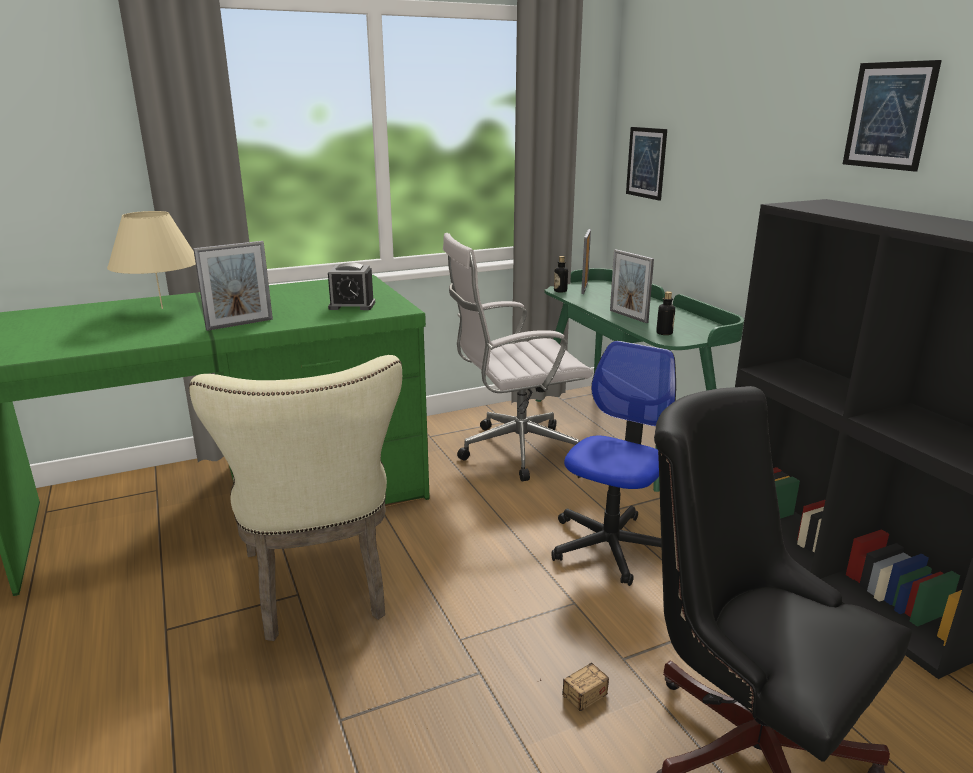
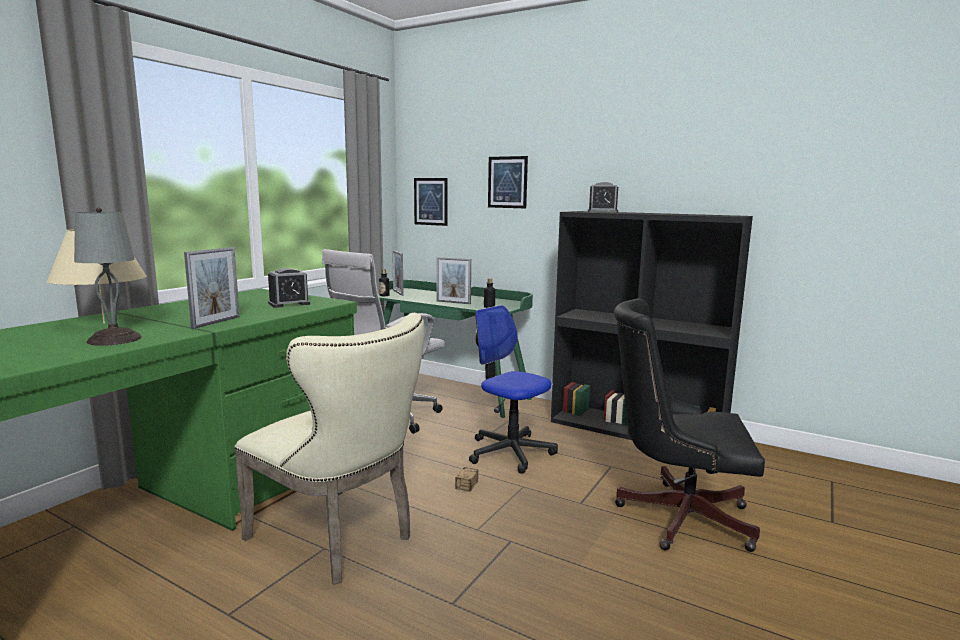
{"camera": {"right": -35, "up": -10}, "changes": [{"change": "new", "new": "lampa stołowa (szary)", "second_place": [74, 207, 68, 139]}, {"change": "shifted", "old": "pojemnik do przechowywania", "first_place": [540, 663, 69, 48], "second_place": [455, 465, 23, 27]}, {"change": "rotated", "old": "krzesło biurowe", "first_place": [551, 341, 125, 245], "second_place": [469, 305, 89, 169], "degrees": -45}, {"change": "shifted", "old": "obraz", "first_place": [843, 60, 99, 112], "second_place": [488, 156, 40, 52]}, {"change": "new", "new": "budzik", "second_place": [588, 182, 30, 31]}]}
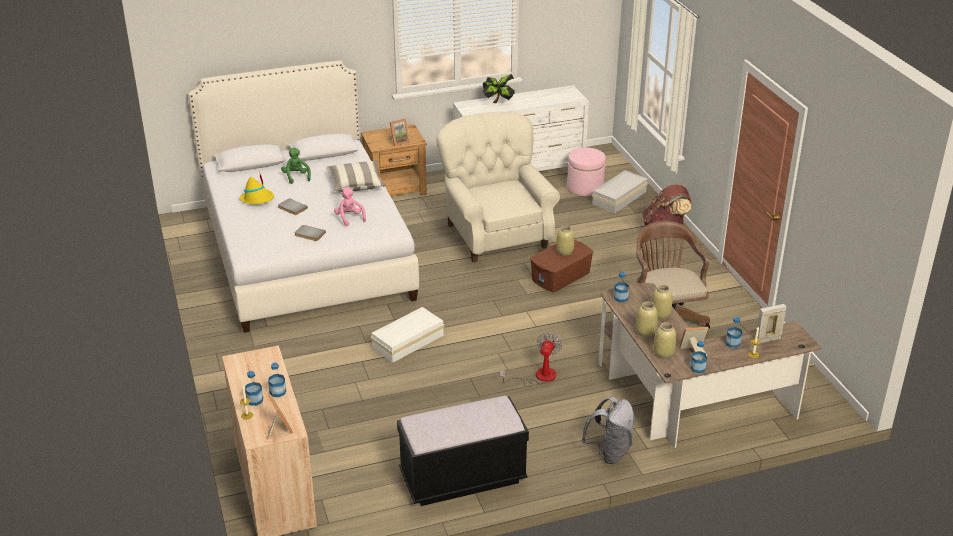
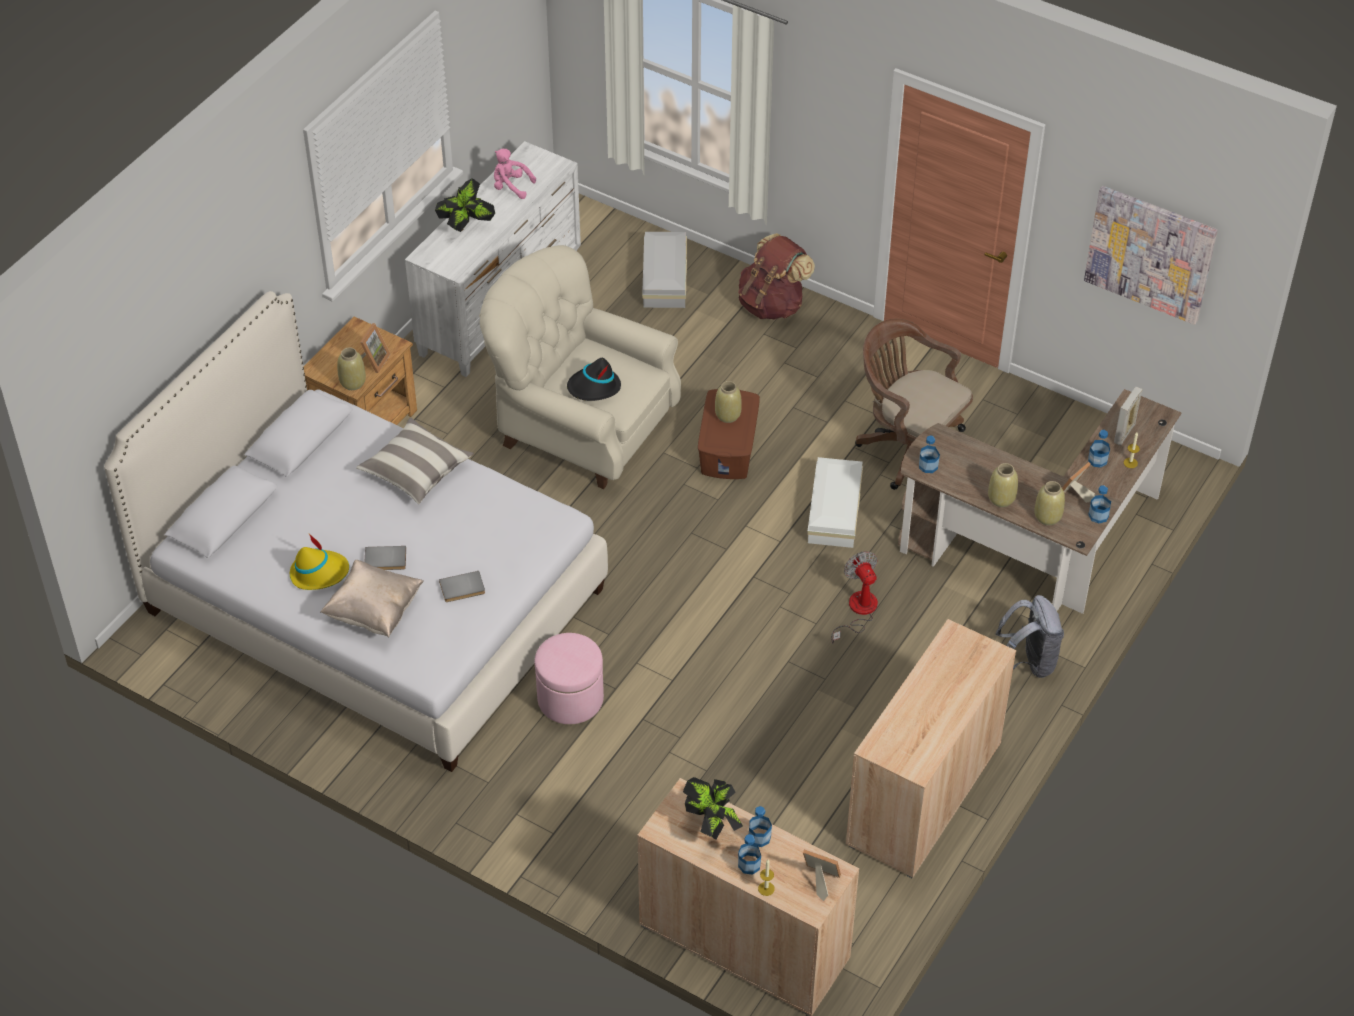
{"camera": {"right": -40, "up": 15}, "changes": [{"change": "new", "new": "poduszka (beżowy)", "second_place": [320, 560, 104, 77]}, {"change": "shifted", "old": "wazon (beżowy)", "first_place": [651, 285, 21, 34], "second_place": [337, 347, 29, 43]}, {"change": "shifted", "old": "pluszak (różowy)", "first_place": [334, 188, 32, 38], "second_place": [494, 149, 42, 50]}, {"change": "shifted", "old": "pufa (różowy)", "first_place": [567, 147, 39, 49], "second_place": [535, 633, 69, 91]}, {"change": "new", "new": "kapelusz (czarny)", "second_place": [567, 358, 54, 43]}, {"change": "new", "new": "roślina doniczkowa", "second_place": [683, 777, 60, 63]}, {"change": "shifted", "old": "pojemnik do przechowywania (biały)", "first_place": [371, 307, 73, 56], "second_place": [807, 457, 56, 91]}, {"change": "swapped", "old": "ławka (czarny)", "new": "szafka (beżowy)", "first_place": [397, 396, 132, 110], "second_place": [846, 619, 170, 259]}, {"change": "new", "new": "obraz", "second_place": [1084, 186, 134, 139]}, {"change": "gone", "old": "pluszak (zielony)", "first_place": [281, 148, 30, 36]}]}
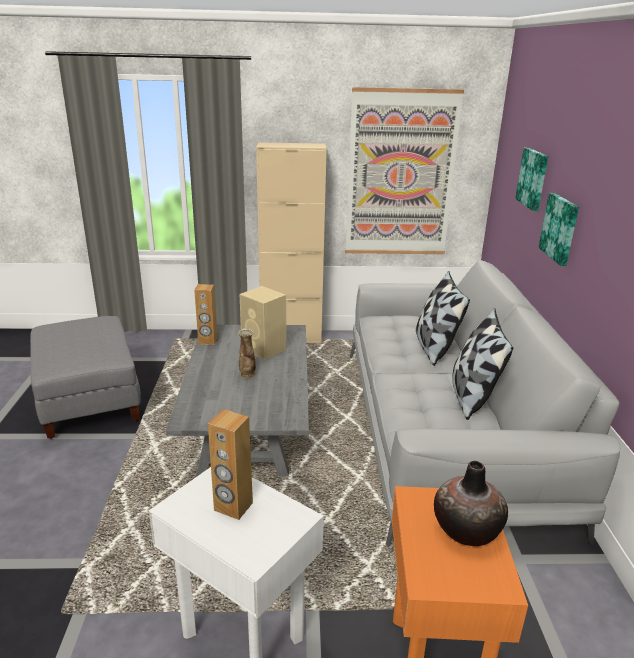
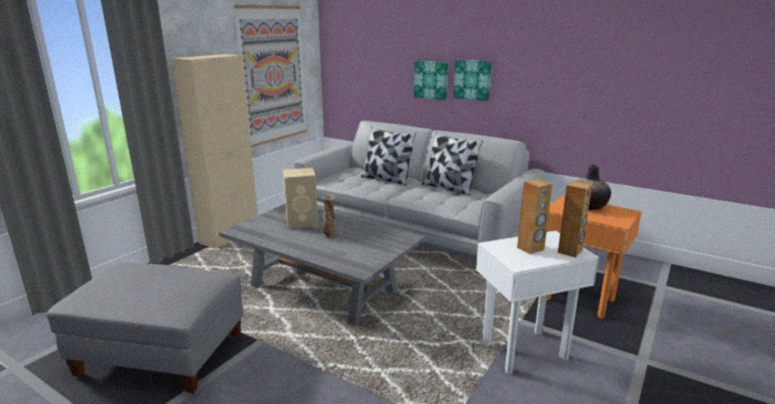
{"camera": {"right": -55, "up": -5}, "changes": [{"change": "shifted", "old": "obraz", "first_place": [515, 148, 33, 63], "second_place": [453, 60, 39, 41]}, {"change": "shifted", "old": "głośnik (brązowy)", "first_place": [194, 284, 23, 61], "second_place": [558, 181, 34, 77]}]}
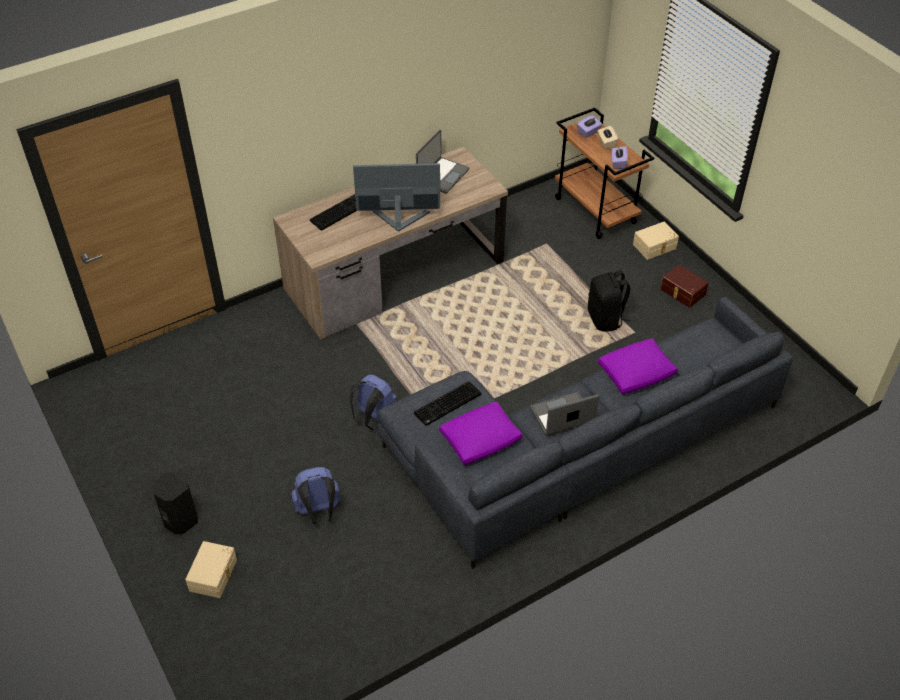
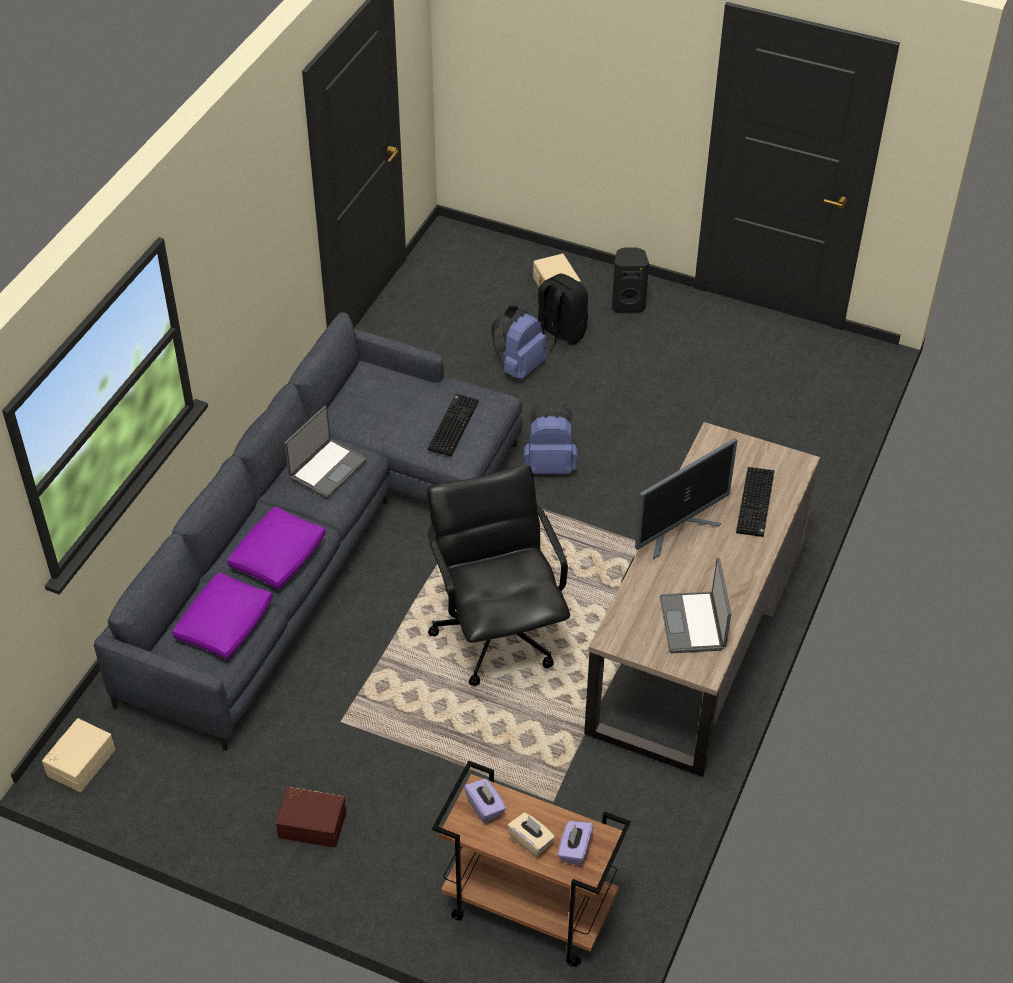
{"camera": {"right": 145, "up": 0}, "changes": [{"change": "shifted", "old": "pojemnik do przechowywania (beżowy)", "first_place": [633, 222, 46, 38], "second_place": [42, 718, 73, 74]}, {"change": "shifted", "old": "poduszka (fioletowy)", "first_place": [439, 402, 84, 63], "second_place": [172, 572, 101, 88]}, {"change": "new", "new": "krzesło biurowe (czarny)", "second_place": [427, 465, 143, 221]}, {"change": "shifted", "old": "plecak (czarny)", "first_place": [588, 270, 43, 62], "second_place": [538, 274, 50, 77]}]}
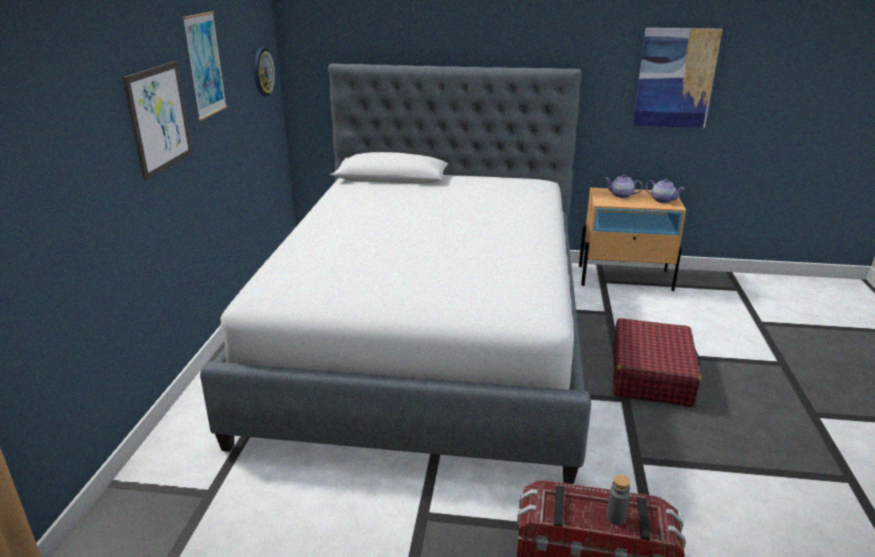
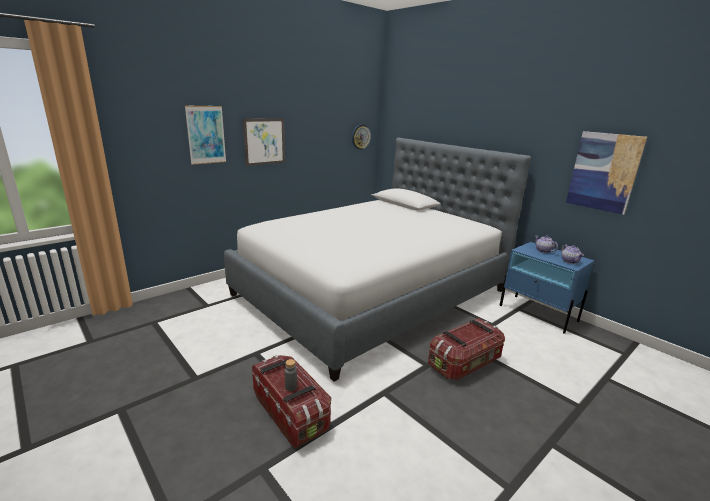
{"camera": {"right": 40, "up": -5}, "changes": [{"change": "shifted", "old": "obraz", "first_place": [182, 11, 45, 110], "second_place": [185, 106, 41, 59]}, {"change": "swapped", "old": "walizka (czerwony)", "new": "pojemnik do przechowywania", "first_place": [613, 318, 88, 89], "second_place": [428, 318, 77, 62]}, {"change": "repainted", "old": "szafka nocna (beżowy)", "new": "szafka nocna (niebieski)", "first_place": [579, 188, 107, 103], "second_place": [500, 242, 95, 92]}]}
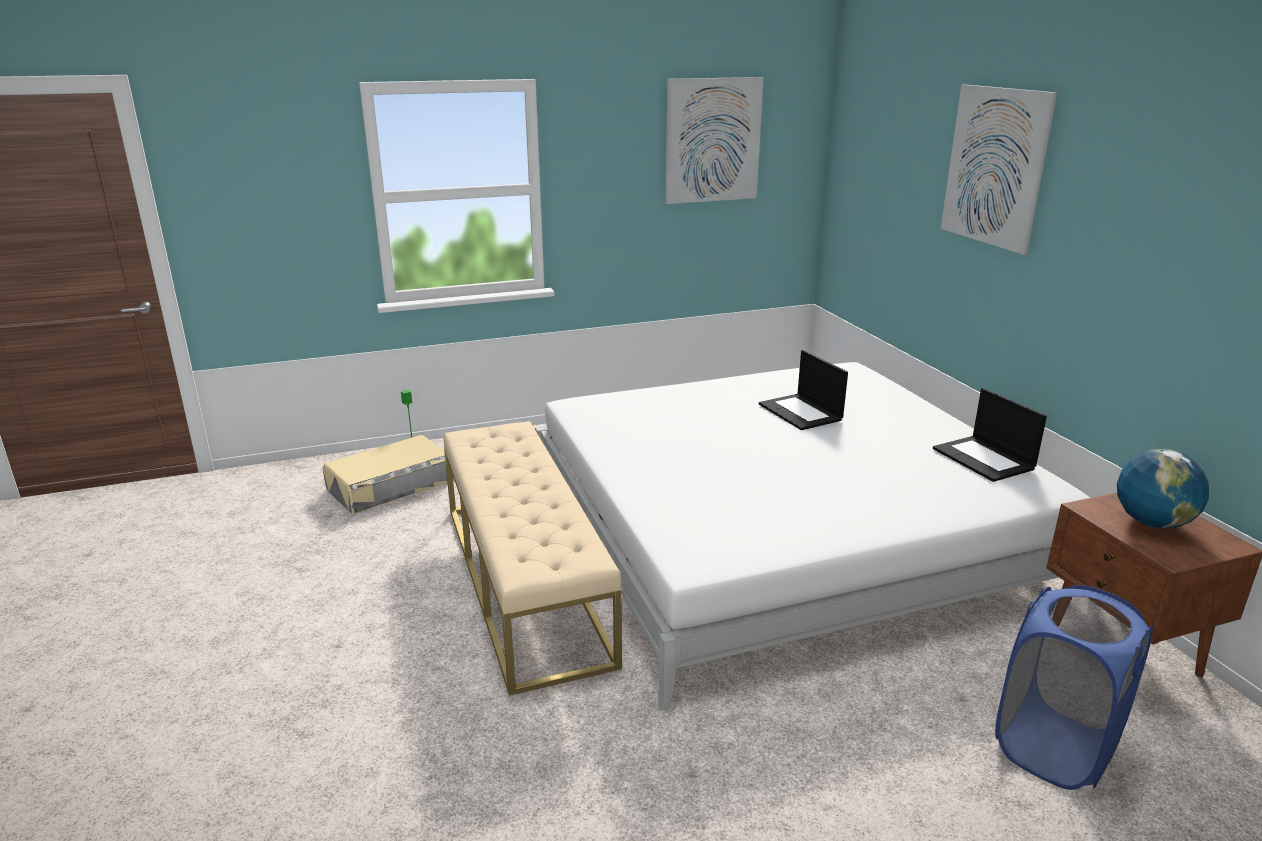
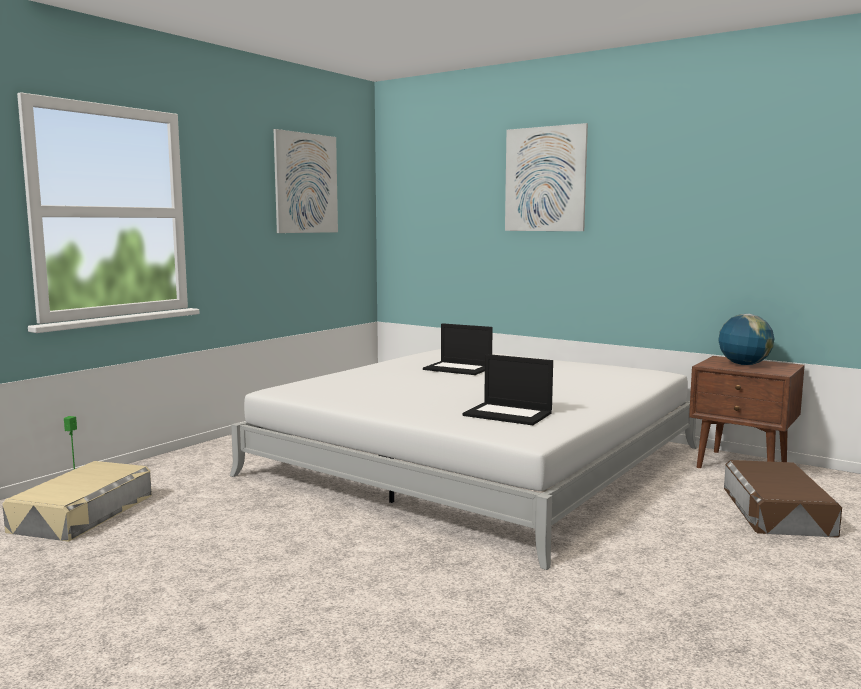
{"camera": {"right": -35, "up": -15}, "changes": [{"change": "shifted", "old": "laptop", "first_place": [933, 388, 114, 94], "second_place": [463, 354, 90, 71]}, {"change": "swapped", "old": "kosz na pranie (niebieski)", "new": "pojemnik do przechowywania (brązowy)", "first_place": [995, 585, 158, 205], "second_place": [724, 460, 118, 78]}, {"change": "gone", "old": "ławka (beżowy)", "first_place": [443, 421, 179, 274]}]}
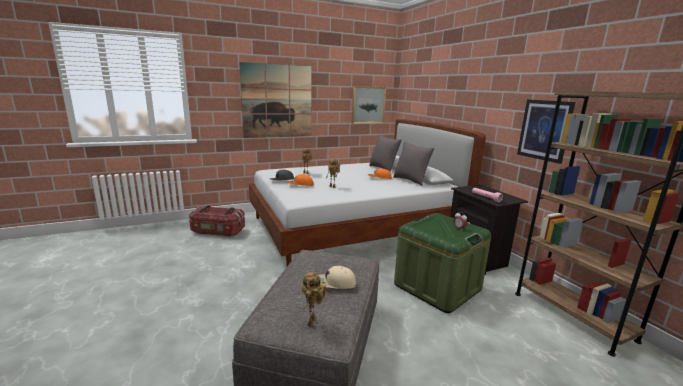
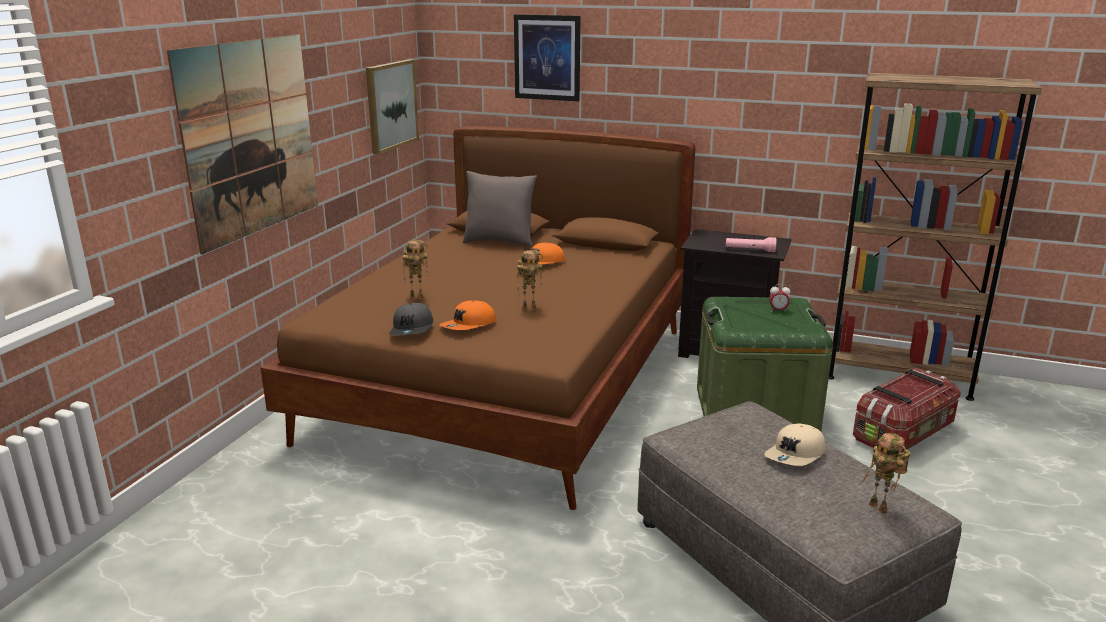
{"camera": {"right": -45, "up": 5}, "changes": [{"change": "repainted", "old": "łóżko (biały)", "new": "łóżko (brązowy)", "first_place": [249, 119, 237, 147], "second_place": [261, 126, 434, 384]}, {"change": "shifted", "old": "obraz", "first_place": [517, 99, 58, 65], "second_place": [514, 14, 67, 87]}, {"change": "shifted", "old": "pojemnik do przechowywania", "first_place": [189, 206, 56, 30], "second_place": [853, 368, 108, 82]}, {"change": "gone", "old": "poduszka (szary)", "first_place": [393, 142, 42, 44]}]}
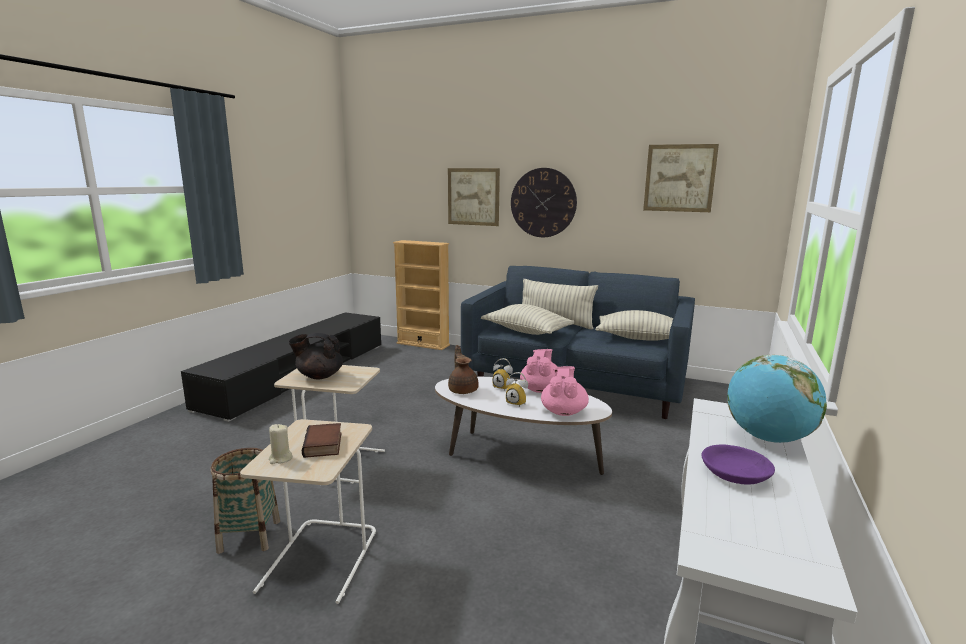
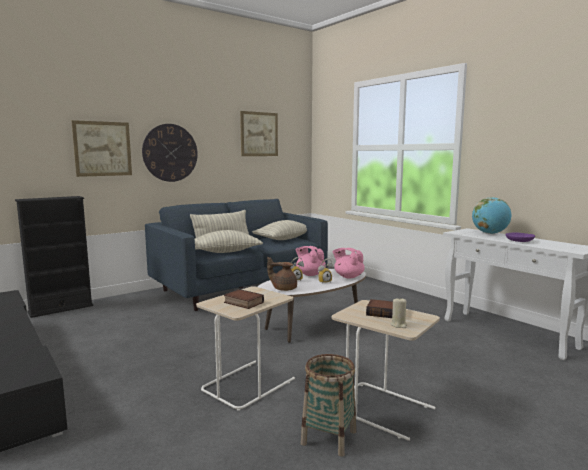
{"camera": {"right": -60, "up": -5}, "changes": [{"change": "repainted", "old": "regał (beżowy)", "new": "regał (czarny)", "first_place": [393, 240, 57, 110], "second_place": [15, 196, 78, 122]}, {"change": "swapped", "old": "imbryk (czarny)", "new": "książka", "first_place": [289, 333, 54, 47], "second_place": [224, 289, 40, 20]}]}
